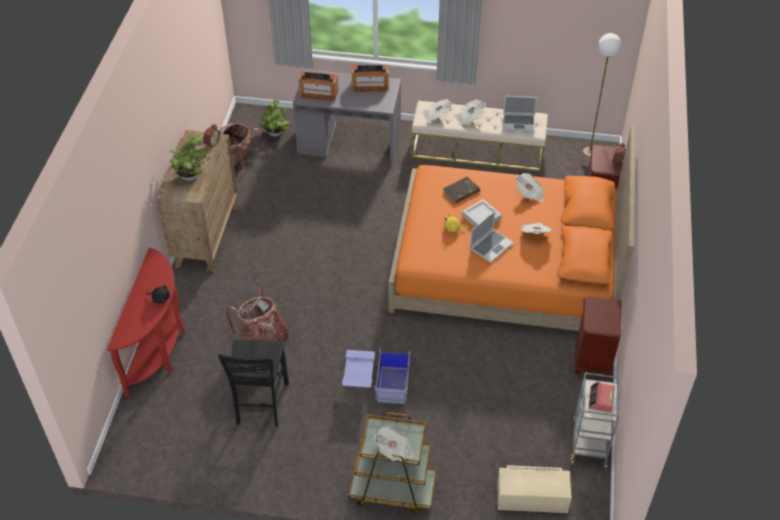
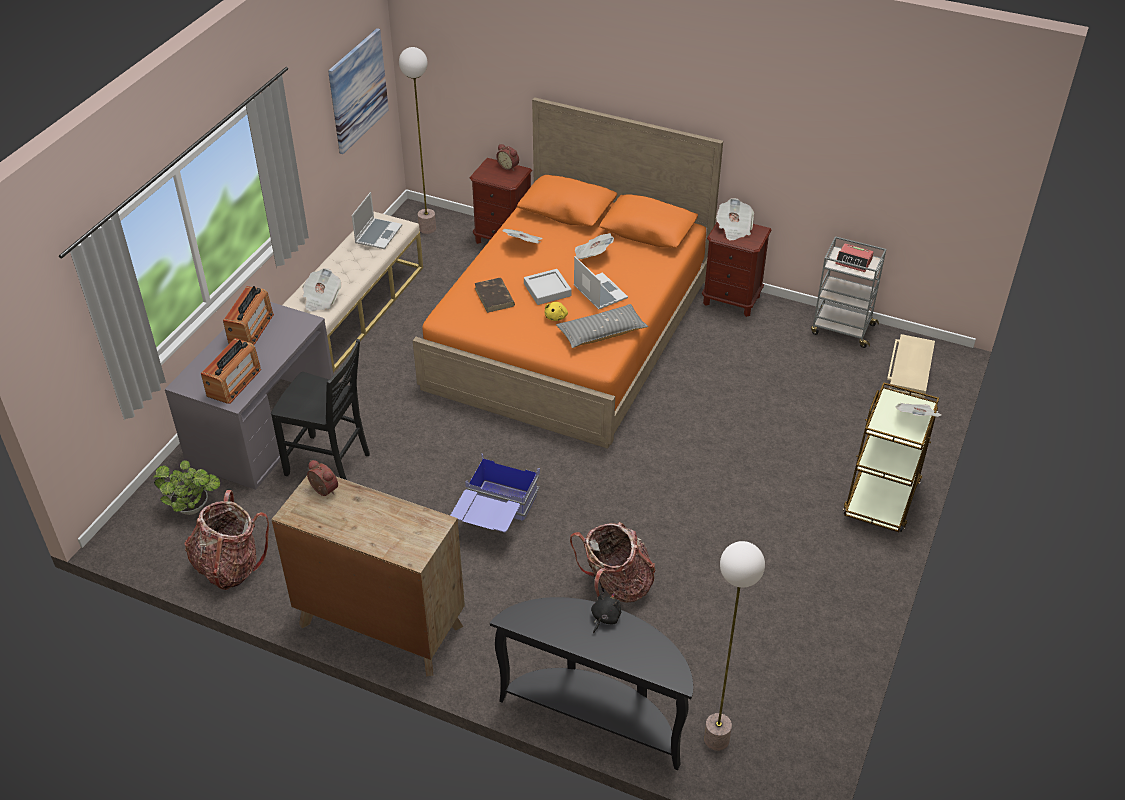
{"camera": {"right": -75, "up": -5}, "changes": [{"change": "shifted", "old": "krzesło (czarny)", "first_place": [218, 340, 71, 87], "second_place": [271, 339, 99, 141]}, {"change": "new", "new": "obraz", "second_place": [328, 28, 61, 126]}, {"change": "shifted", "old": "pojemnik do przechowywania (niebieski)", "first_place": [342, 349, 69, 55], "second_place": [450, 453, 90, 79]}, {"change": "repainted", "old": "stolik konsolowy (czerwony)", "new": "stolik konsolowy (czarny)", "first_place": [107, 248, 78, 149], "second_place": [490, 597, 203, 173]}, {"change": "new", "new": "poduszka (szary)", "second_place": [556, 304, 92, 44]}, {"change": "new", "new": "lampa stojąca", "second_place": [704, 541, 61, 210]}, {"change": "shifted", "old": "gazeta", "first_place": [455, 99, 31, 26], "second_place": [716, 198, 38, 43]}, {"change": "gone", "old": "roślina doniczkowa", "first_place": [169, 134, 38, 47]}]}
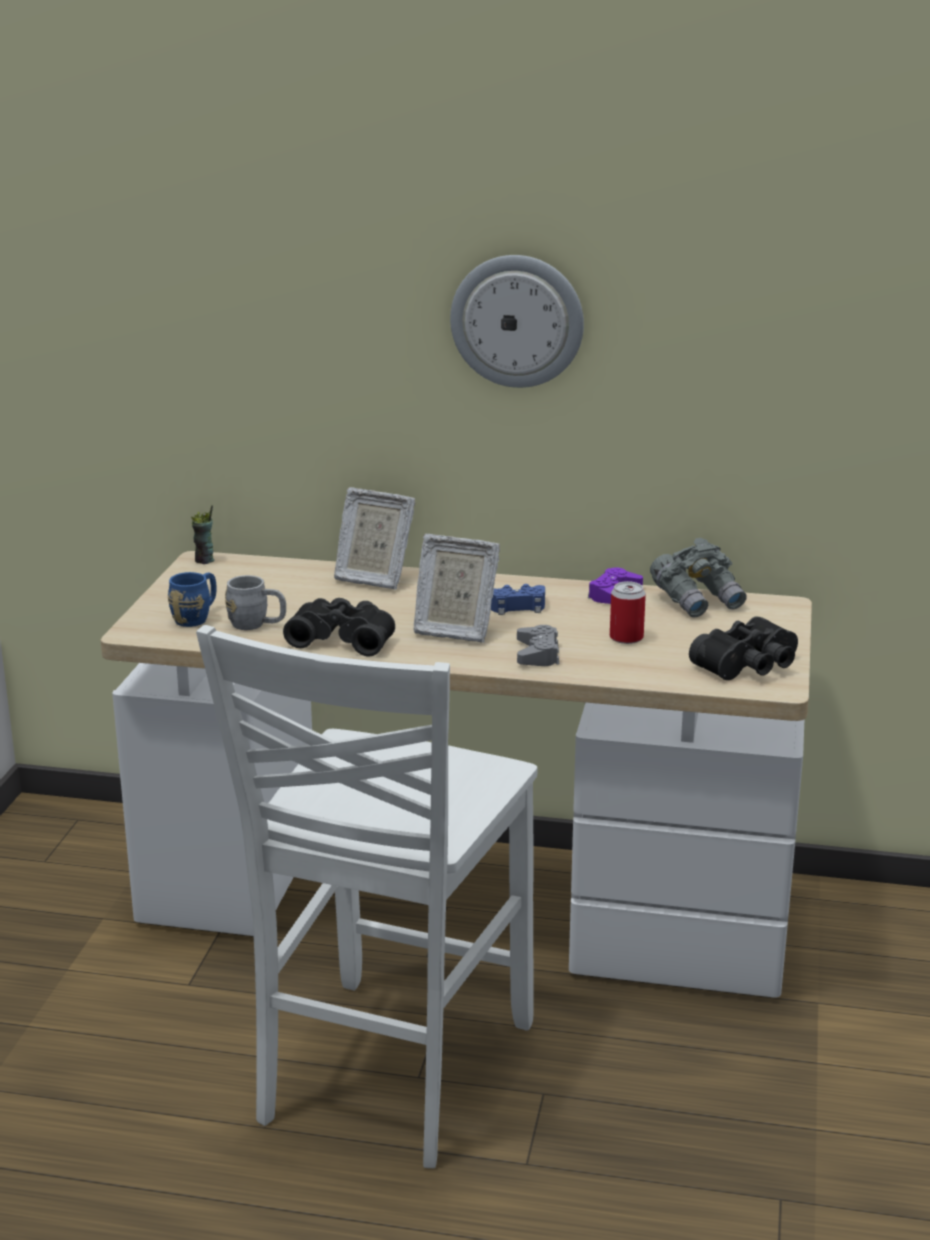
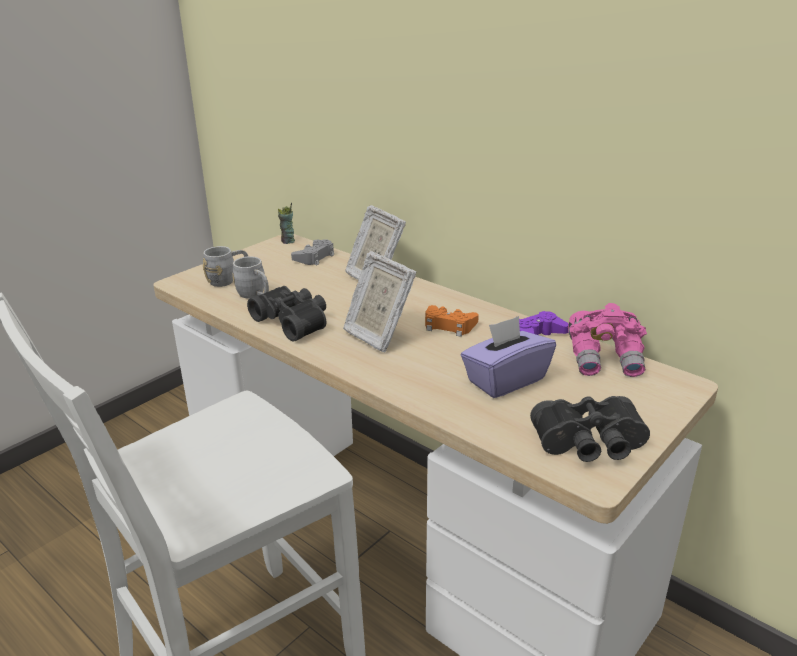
{"camera": {"right": 30, "up": 5}, "changes": [{"change": "repainted", "old": "kubek (niebieski)", "new": "kubek (szary)", "first_place": [168, 572, 49, 55], "second_place": [203, 246, 46, 41]}, {"change": "shifted", "old": "pad do gier (szary)", "first_place": [517, 625, 42, 41], "second_place": [291, 240, 43, 25]}, {"change": "repainted", "old": "pad do gier (niebieski)", "new": "pad do gier (pomarańczowy)", "first_place": [491, 584, 54, 31], "second_place": [425, 305, 54, 32]}, {"change": "swapped", "old": "puszka", "new": "pudełko chusteczek (fioletowy)", "first_place": [610, 581, 36, 63], "second_place": [461, 316, 95, 82]}, {"change": "repainted", "old": "lornetka (szary)", "new": "lornetka (różowy)", "first_place": [650, 538, 97, 79], "second_place": [568, 303, 79, 74]}, {"change": "gone", "old": "zegar ścienny", "first_place": [450, 255, 134, 133]}]}
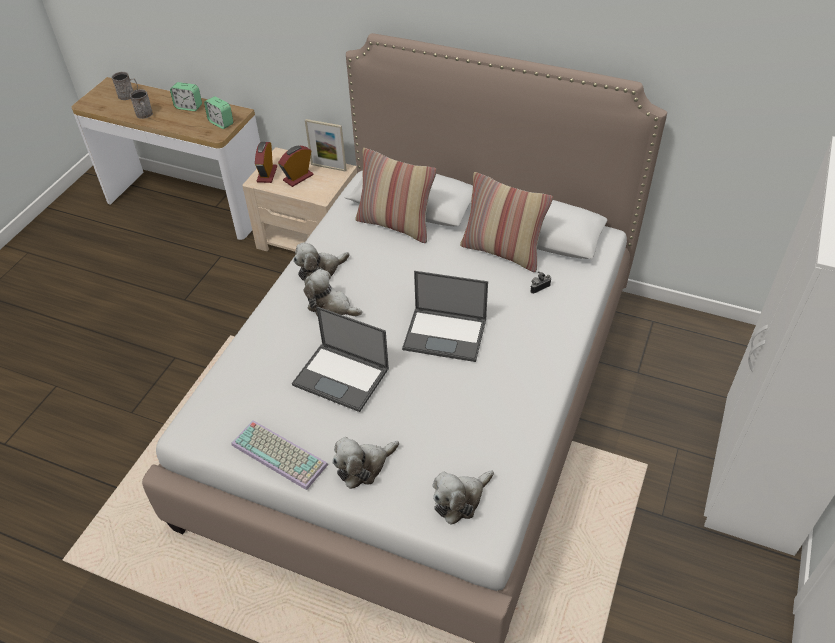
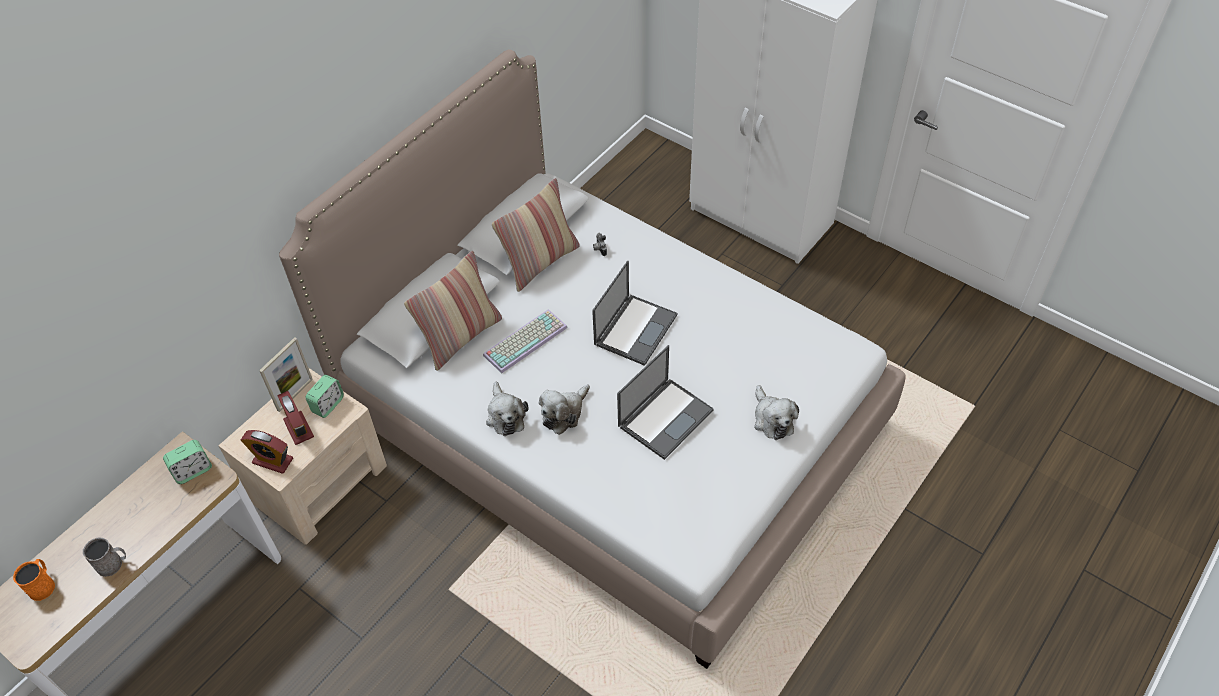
{"camera": {"right": -75, "up": 5}, "changes": [{"change": "repainted", "old": "kubek (szary)", "new": "kubek (pomarańczowy)", "first_place": [111, 72, 27, 28], "second_place": [13, 559, 42, 42]}, {"change": "shifted", "old": "budzik", "first_place": [170, 82, 32, 29], "second_place": [306, 375, 38, 43]}, {"change": "shifted", "old": "klawiatura", "first_place": [231, 420, 97, 70], "second_place": [483, 309, 85, 64]}, {"change": "gone", "old": "pluszak", "first_place": [433, 470, 61, 55]}]}
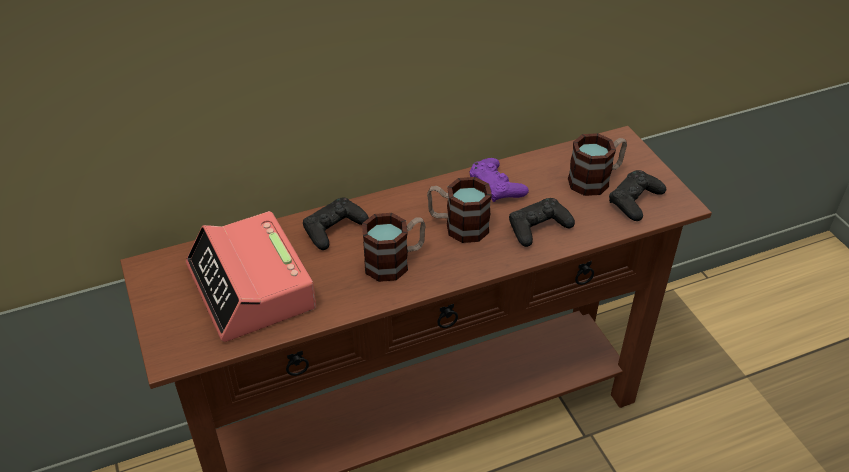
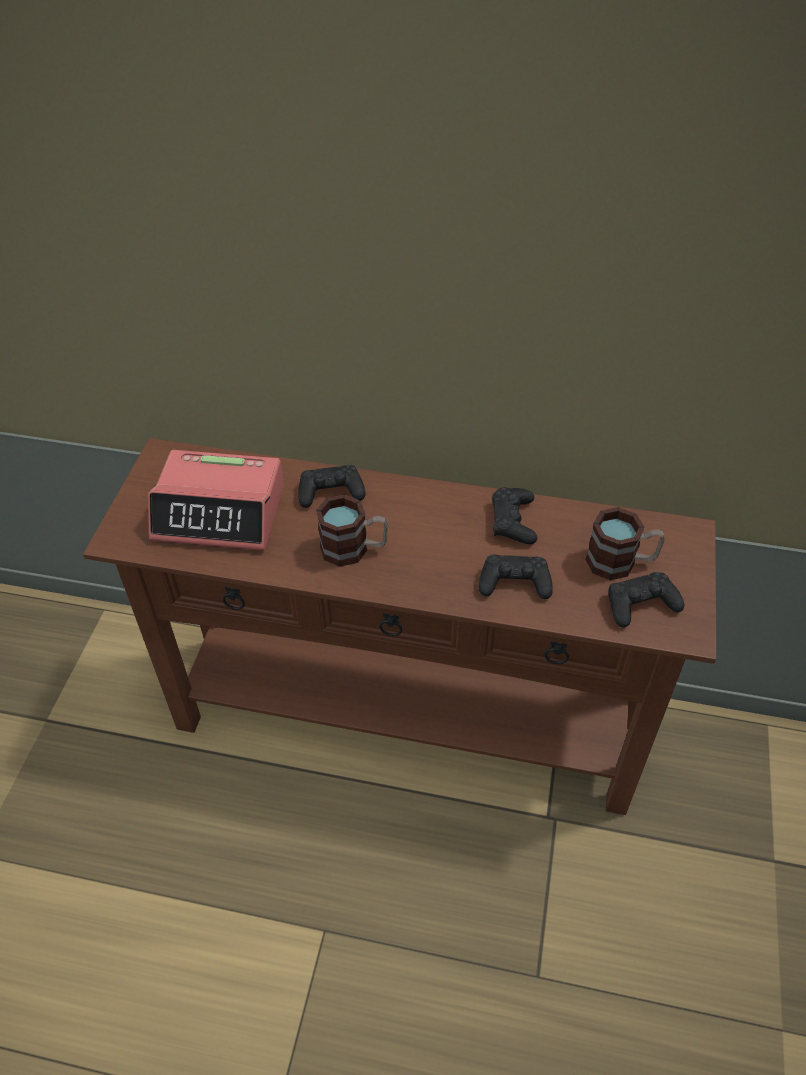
{"camera": {"right": 35, "up": 5}, "changes": [{"change": "rotated", "old": "budzik", "first_place": [186, 211, 130, 131], "second_place": [148, 450, 136, 100], "degrees": -90}, {"change": "repainted", "old": "pad do gier (fioletowy)", "new": "pad do gier (czarny)", "first_place": [469, 158, 60, 44], "second_place": [492, 487, 45, 57]}, {"change": "gone", "old": "kubek", "first_place": [427, 177, 65, 66]}]}
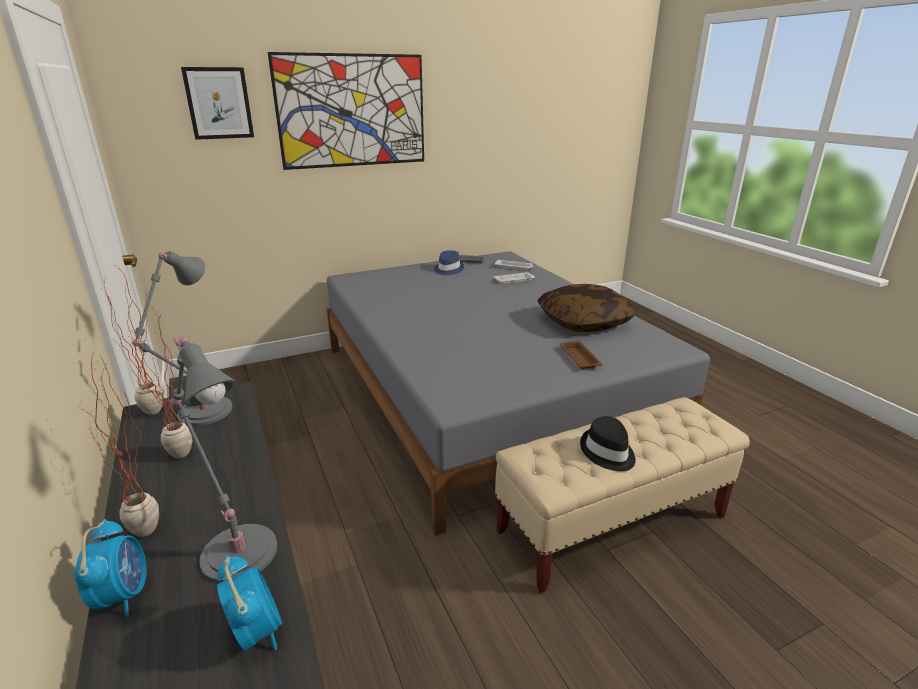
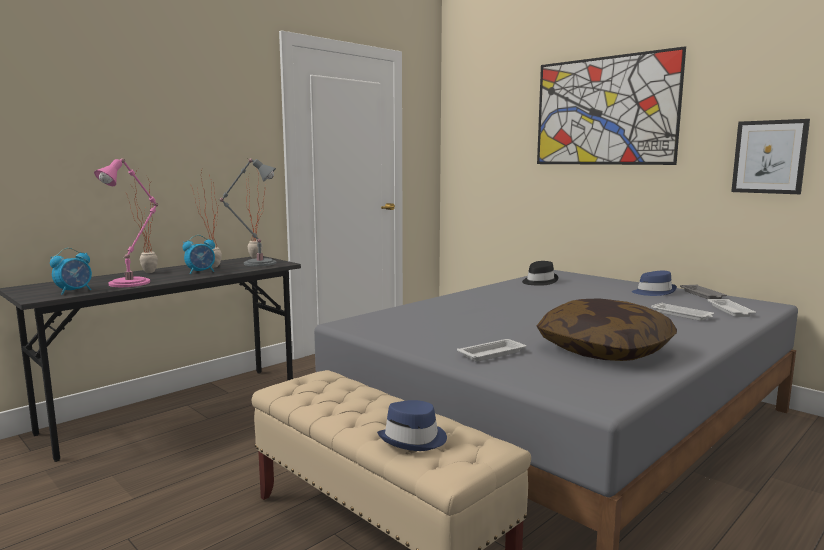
{"camera": {"right": 70, "up": -15}, "changes": [{"change": "repainted", "old": "lampa stołowa (szary)", "new": "lampa stołowa (różowy)", "first_place": [168, 337, 109, 246], "second_place": [94, 158, 64, 129]}, {"change": "shifted", "old": "budzik", "first_place": [74, 519, 73, 98], "second_place": [183, 235, 32, 39]}, {"change": "new", "new": "kapelusz (niebieski)", "second_place": [377, 400, 70, 51]}, {"change": "repainted", "old": "taca (brązowy)", "new": "taca (biały)", "first_place": [559, 341, 43, 28], "second_place": [457, 339, 69, 23]}, {"change": "shifted", "old": "kapelusz (czarny)", "first_place": [580, 416, 56, 55], "second_place": [522, 261, 37, 25]}, {"change": "shifted", "old": "obraz", "first_place": [181, 67, 73, 73], "second_place": [731, 119, 79, 75]}]}
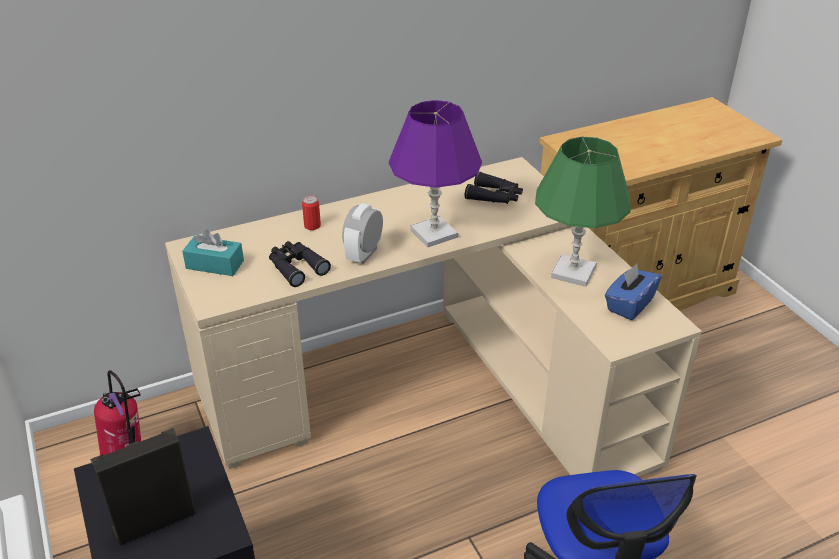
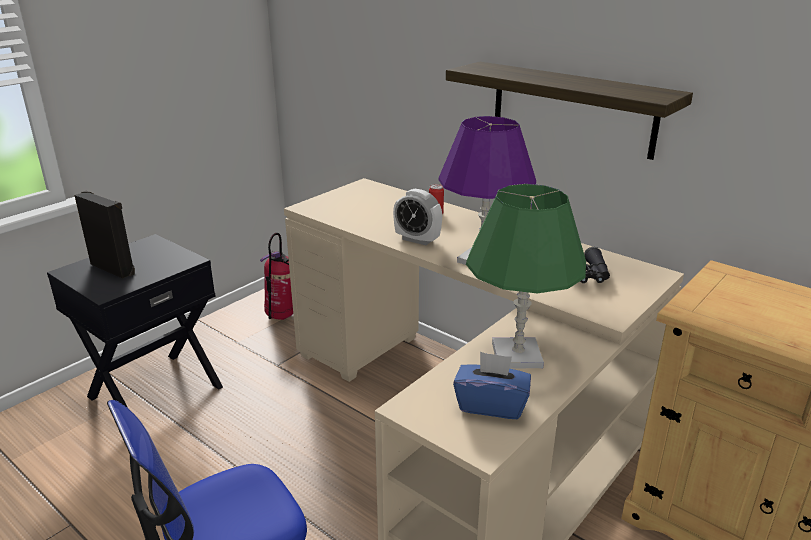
{"camera": {"right": 65, "up": -10}, "changes": [{"change": "rotated", "old": "budzik", "first_place": [342, 203, 41, 61], "second_place": [393, 189, 49, 56], "degrees": -150}, {"change": "new", "new": "półka", "second_place": [446, 62, 247, 98]}, {"change": "gone", "old": "pudełko chusteczek (turkusowy)", "first_place": [182, 229, 62, 47]}, {"change": "gone", "old": "lornetka (czarny)", "first_place": [269, 241, 62, 46]}]}
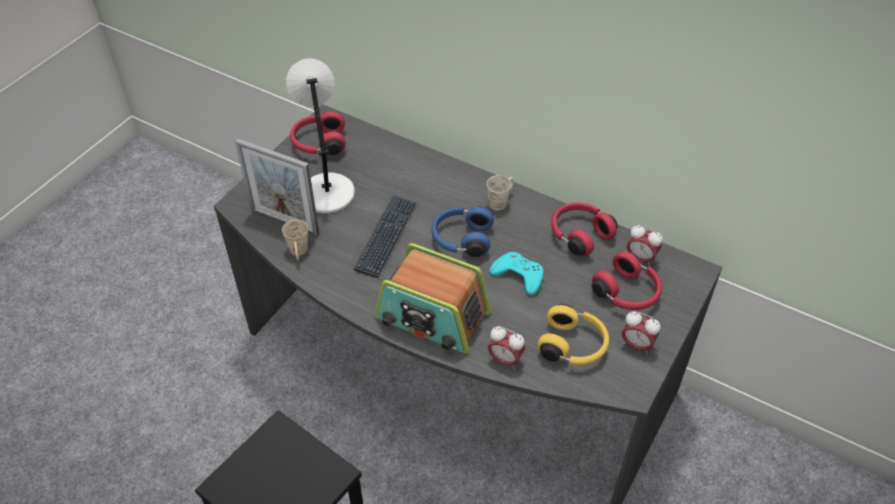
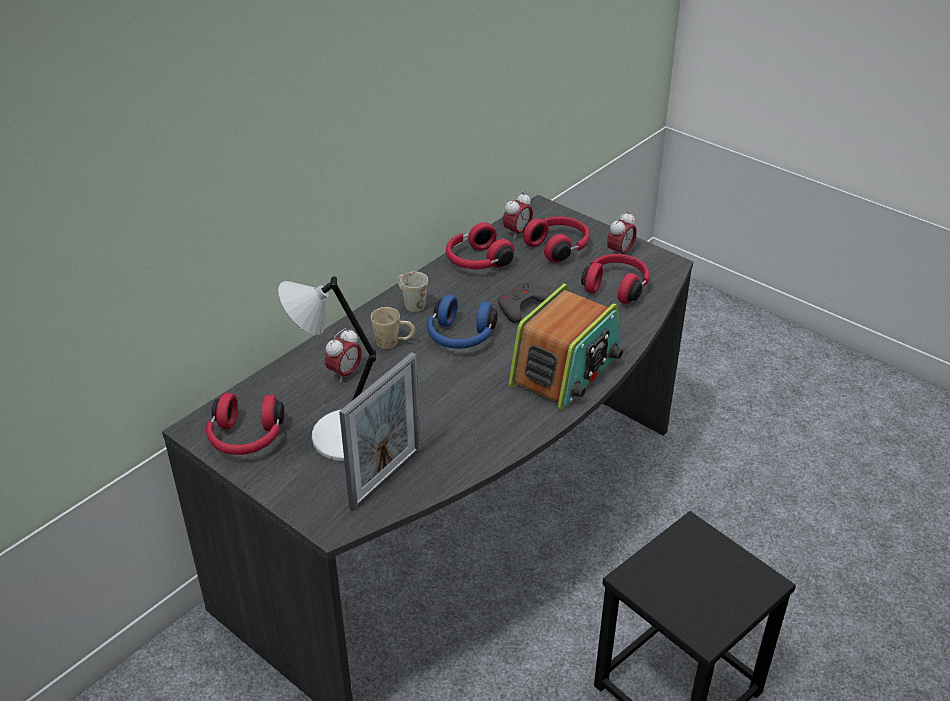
{"camera": {"right": -80, "up": -10}, "changes": [{"change": "shifted", "old": "budzik", "first_place": [488, 326, 37, 43], "second_place": [325, 328, 37, 55]}, {"change": "shifted", "old": "kubek (beżowy)", "first_place": [282, 219, 26, 42], "second_place": [371, 307, 44, 42]}, {"change": "repainted", "old": "pad do gier (turkusowy)", "new": "pad do gier (szary)", "first_place": [490, 252, 54, 43], "second_place": [498, 283, 53, 40]}, {"change": "repainted", "old": "słuchawki (żółty)", "new": "słuchawki (czerwony)", "first_place": [537, 304, 72, 61], "second_place": [581, 254, 69, 50]}, {"change": "gone", "old": "klawiatura", "first_place": [354, 195, 63, 83]}]}
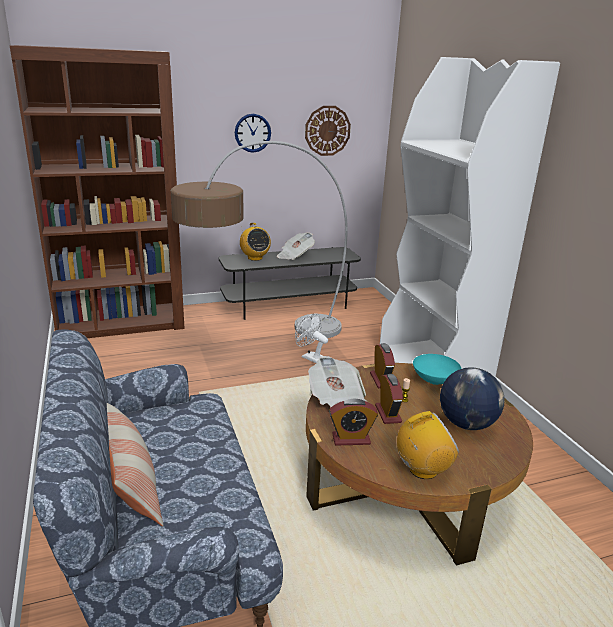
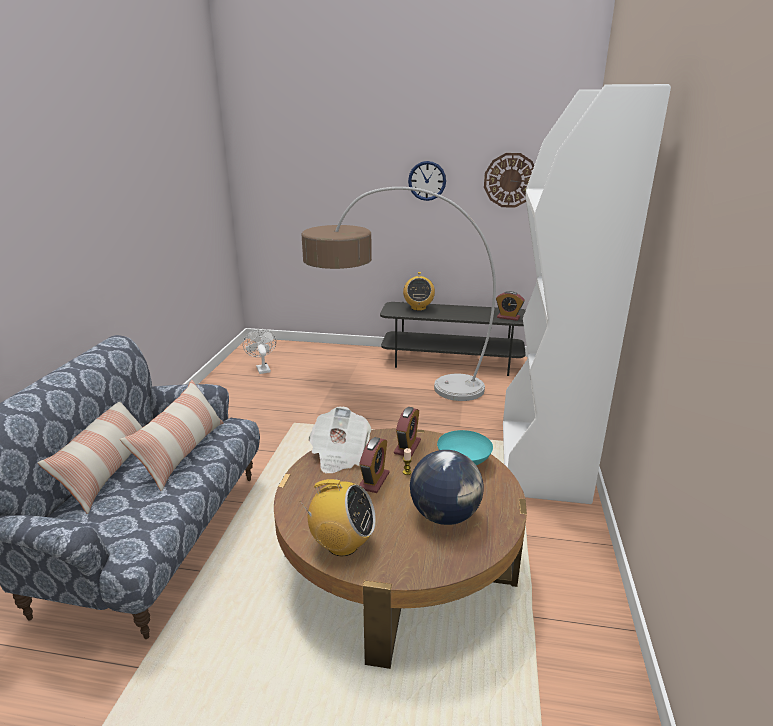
{"camera": {"right": 30, "up": 0}, "changes": [{"change": "new", "new": "poduszka", "second_place": [120, 380, 104, 111]}, {"change": "shifted", "old": "wentylator (biały)", "first_place": [295, 314, 33, 49], "second_place": [243, 329, 33, 45]}, {"change": "shifted", "old": "budzik", "first_place": [329, 398, 49, 47], "second_place": [496, 291, 29, 30]}, {"change": "gone", "old": "regał (brązowy)", "first_place": [10, 45, 175, 293]}, {"change": "gone", "old": "gazeta", "first_place": [277, 232, 38, 28]}]}
